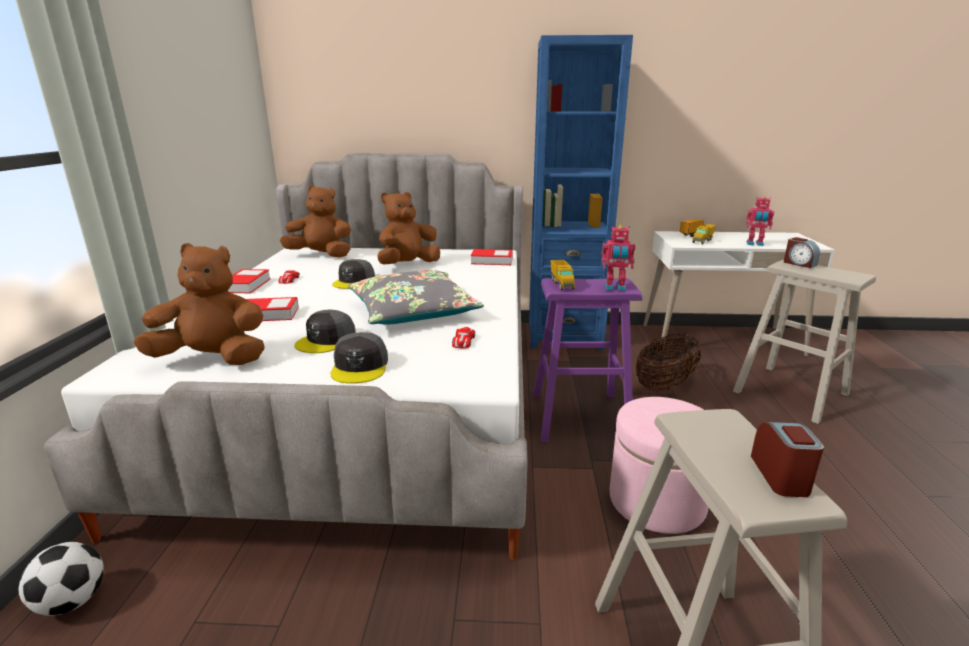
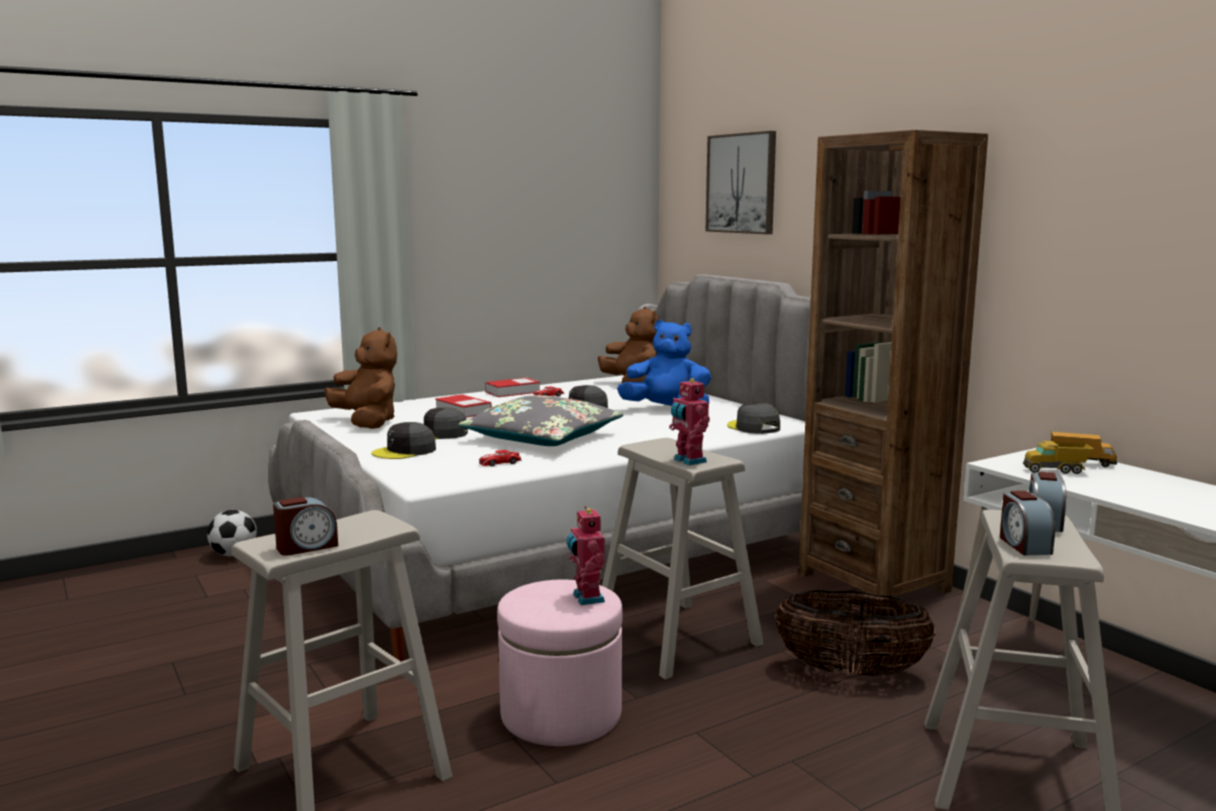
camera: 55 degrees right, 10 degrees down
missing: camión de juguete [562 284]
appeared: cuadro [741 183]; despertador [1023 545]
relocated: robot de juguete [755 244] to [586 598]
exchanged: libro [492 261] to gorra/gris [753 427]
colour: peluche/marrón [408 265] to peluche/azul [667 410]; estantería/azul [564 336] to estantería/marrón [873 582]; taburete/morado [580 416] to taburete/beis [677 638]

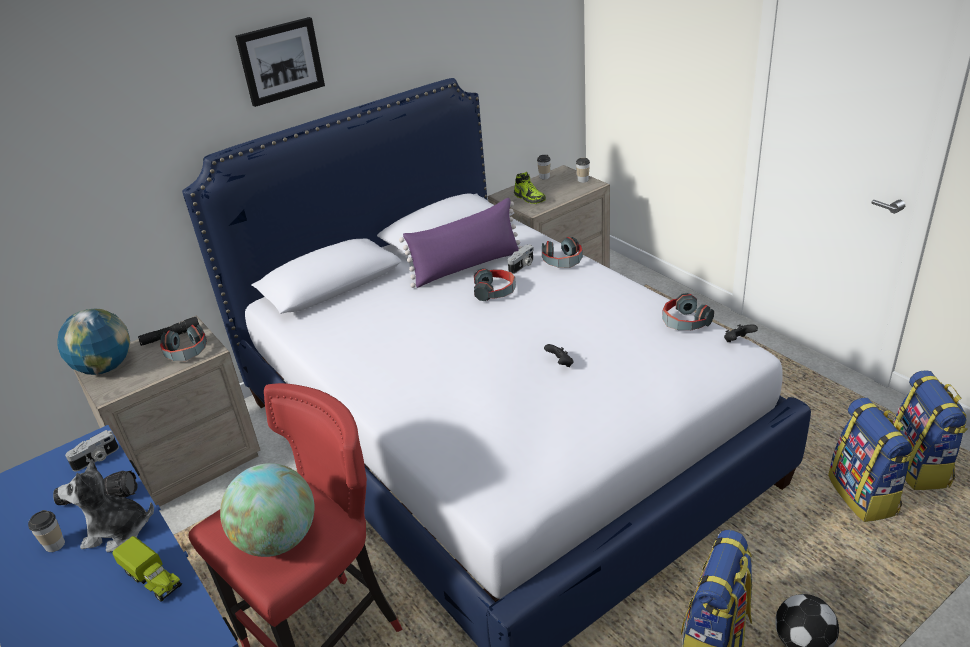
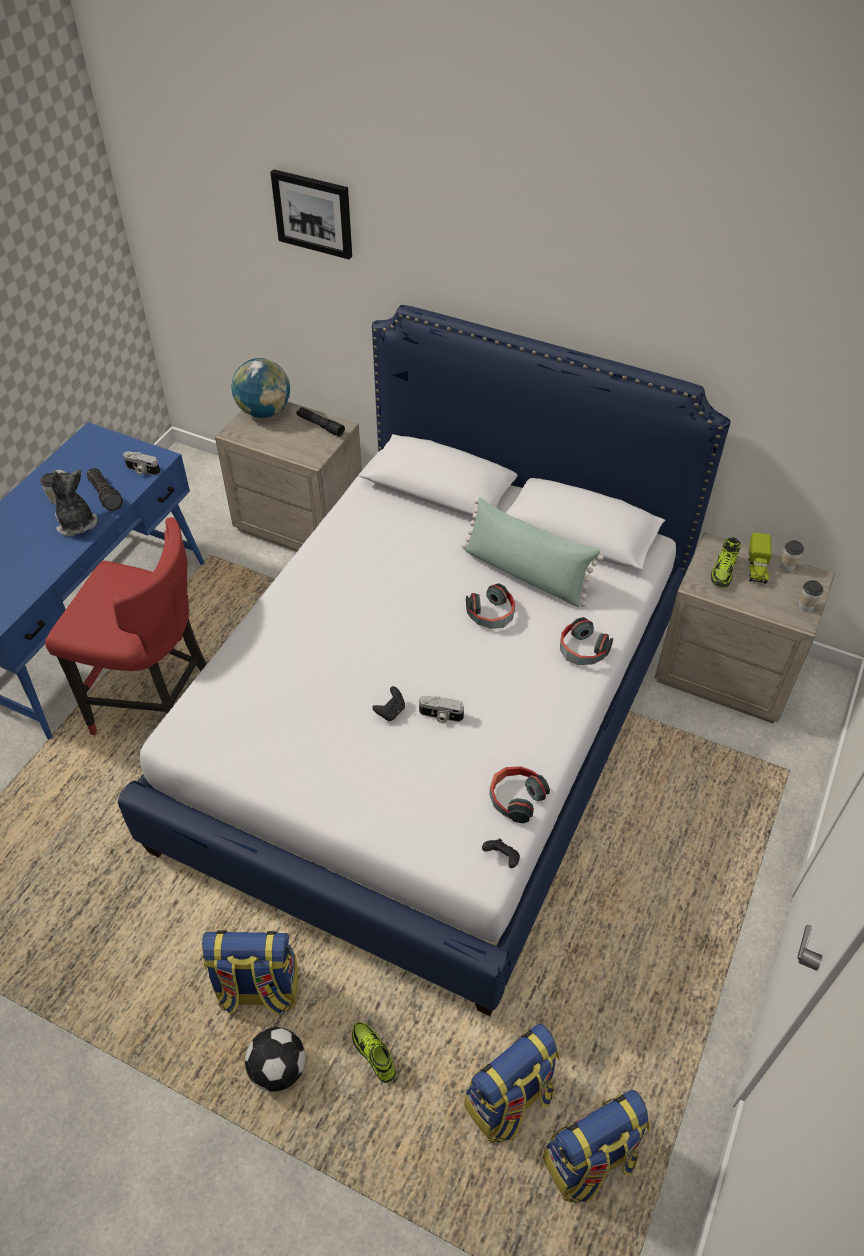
camera: 60 degrees right, 15 degrees up
missing: auriculares [186 352]; globo terráqueo [278 540]
appeared: zapato [373 1054]
relocated: camión de juguete [153 580] to [757 567]; cuadro [280 61] to [313 213]; cámara [522 266] to [440 716]
colour: cojín/morado [467 267] to cojín/verde [525 574]

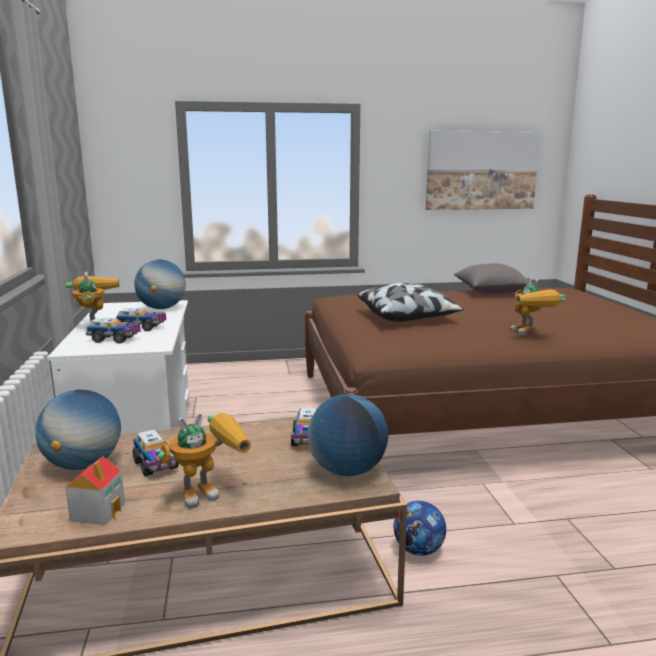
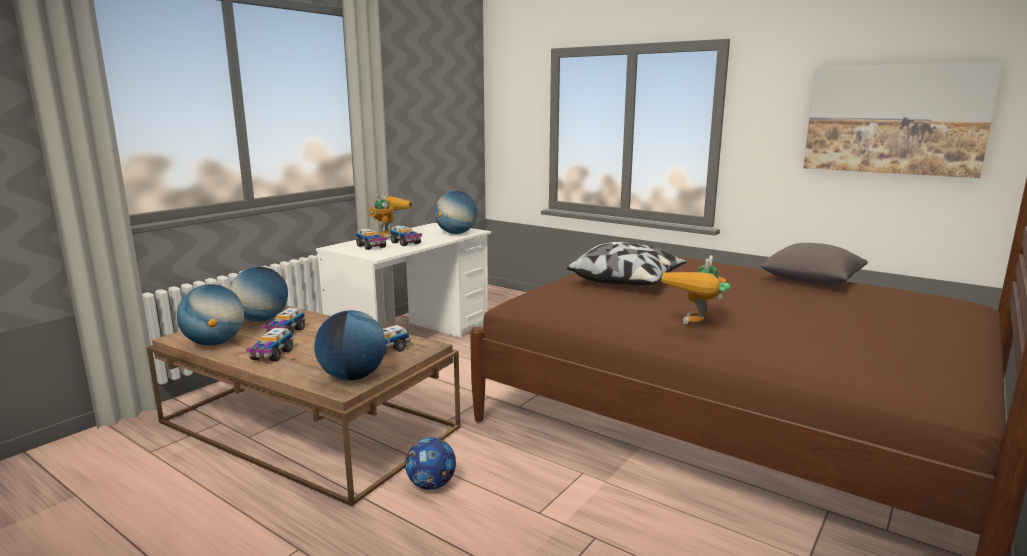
camera: 45 degrees right, 0 degrees up
exchanged: casita [98 511] to globo terráqueo [215 343]; robot de juguete [210 491] to camión de juguete [271 355]

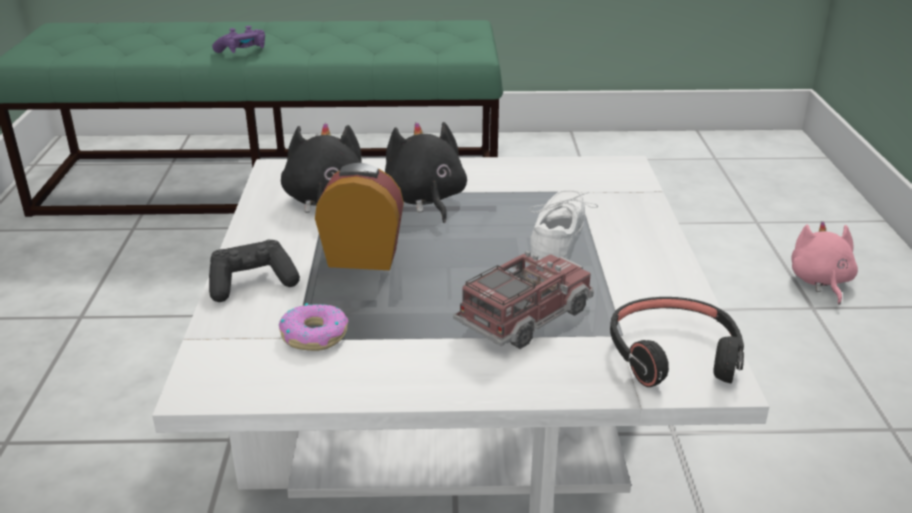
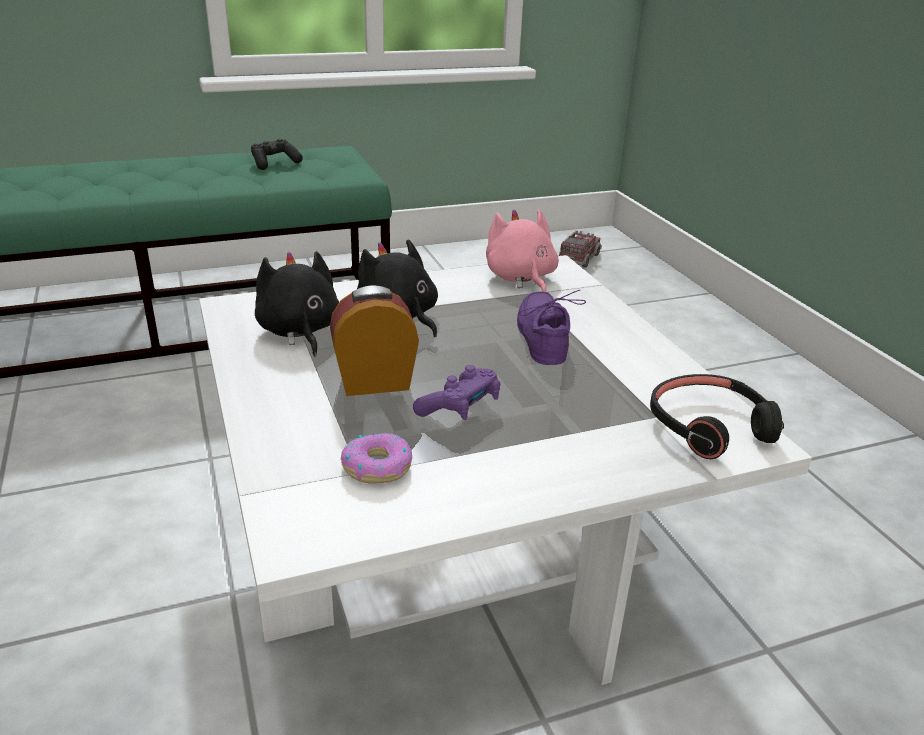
camera: 20 degrees left, 0 degrees up
relocated: mando de consola/negro [252 283] to [274 163]; mando de consola/morado [243 52] to [460 407]; camión de juguete [525 317] to [579 258]; peluche/rosa [820 281] to [520 278]
colour: zapato/blanco [562 238] to zapato/morado [547 337]

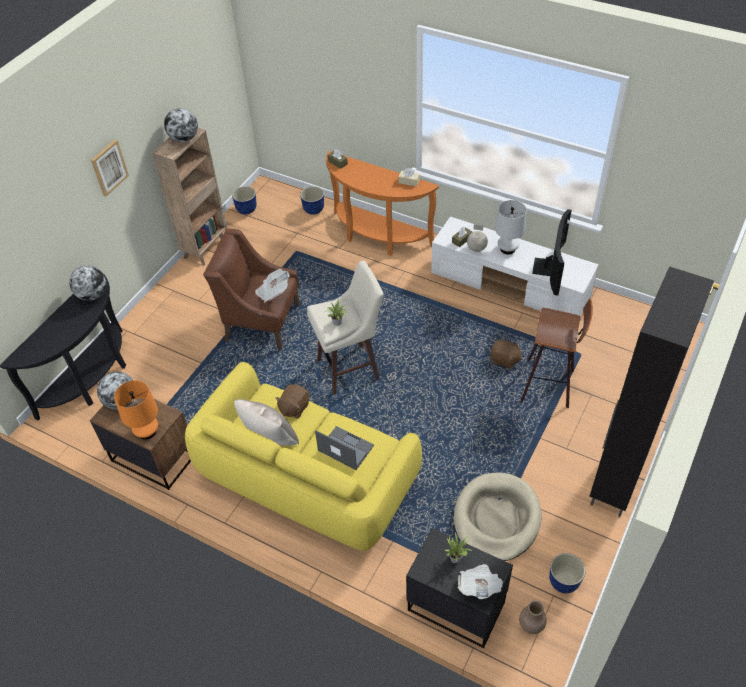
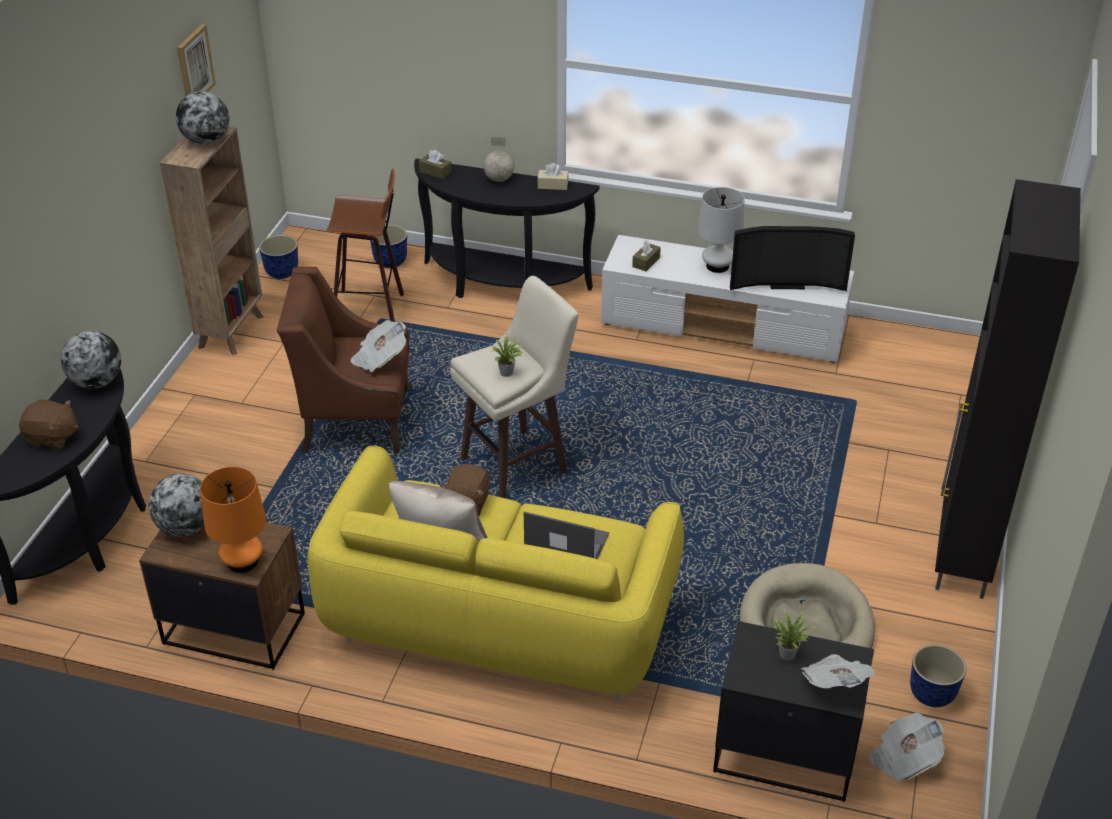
camera: 15 degrees left, 10 degrees down
relocated: cuadro [109 167] to [194 65]; globo terráqueo [476 248] to [499 179]; peluche/marrón [504 360] to [52 438]; taburete [549 384] to [371 312]
exchanged: florero/marrón [531 625] to periódico [903 759]
colour: mesa consola/naranja [377 237] to mesa consola/negro [501 287]
spun: televisor [549 268] = [786 283] 90 degrees clockwise

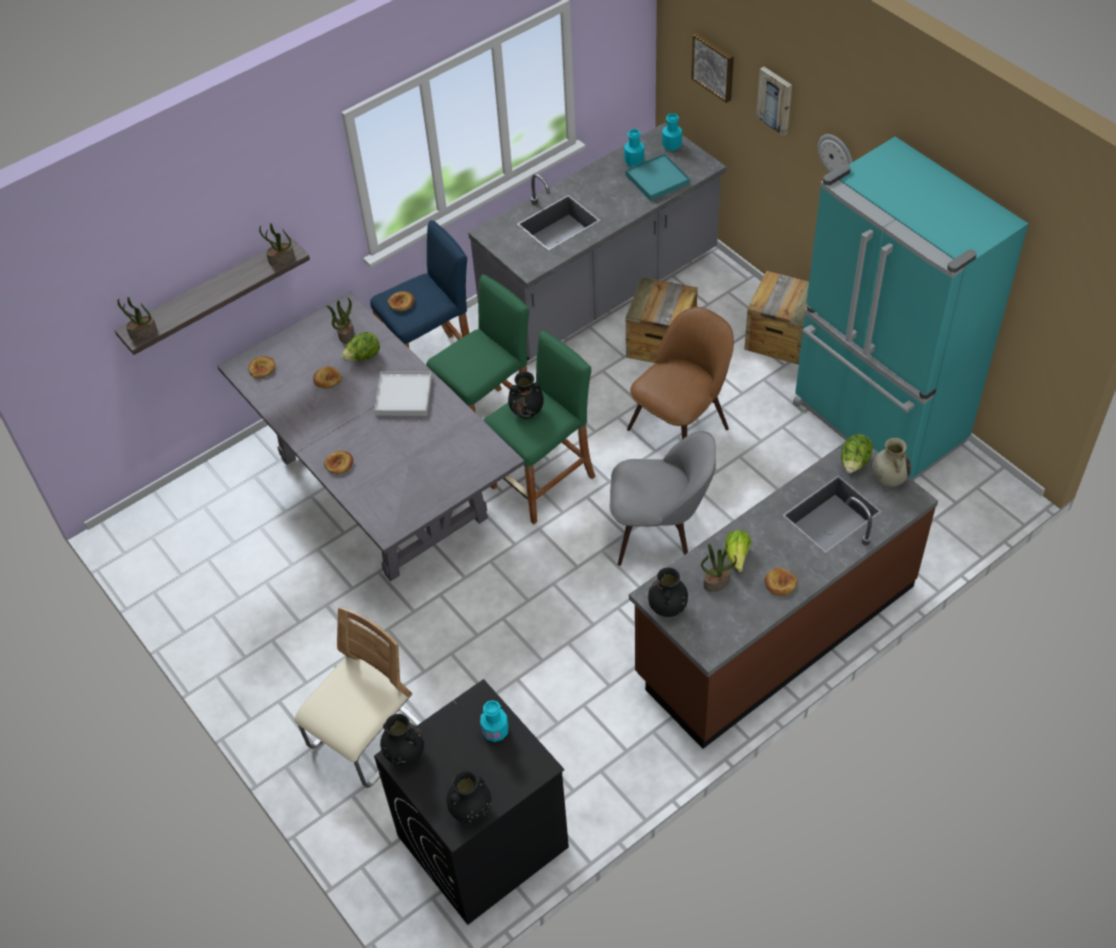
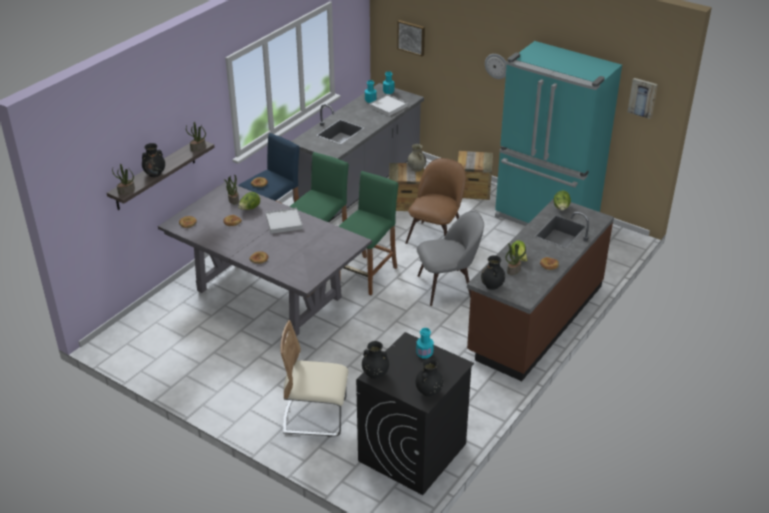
camera: 20 degrees left, 15 degrees down
relocated: florero/negro [527 411] to [155 173]; cuadro [775 100] to [643 97]; florero/beis [888 478] to [416 169]
colour: bandeja/turquesa [657 180] to bandeja/blanco [388 107]
spun: silla/beis [366 739] = [315 417] 105 degrees counterclockwise

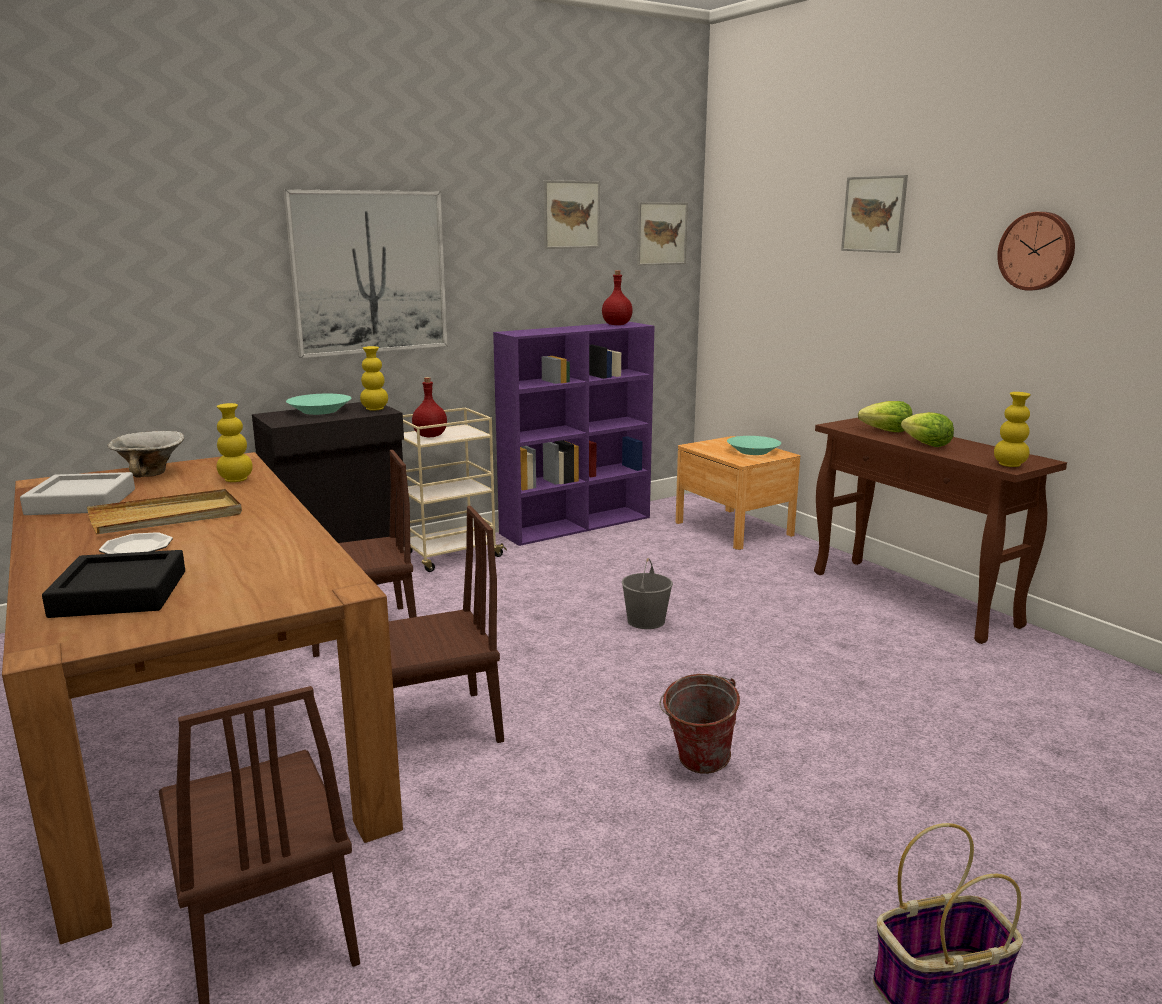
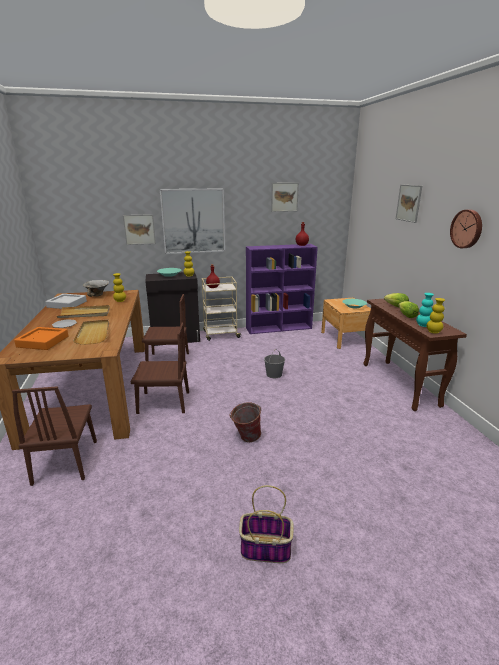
camera: 20 degrees right, 5 degrees up
appeared: bandeja/beis [93 333]; florero/turquesa [423 325]
relocated: cuadro [661 233] to [139 229]
colour: bandeja/negro [120 593] to bandeja/naranja [43 341]

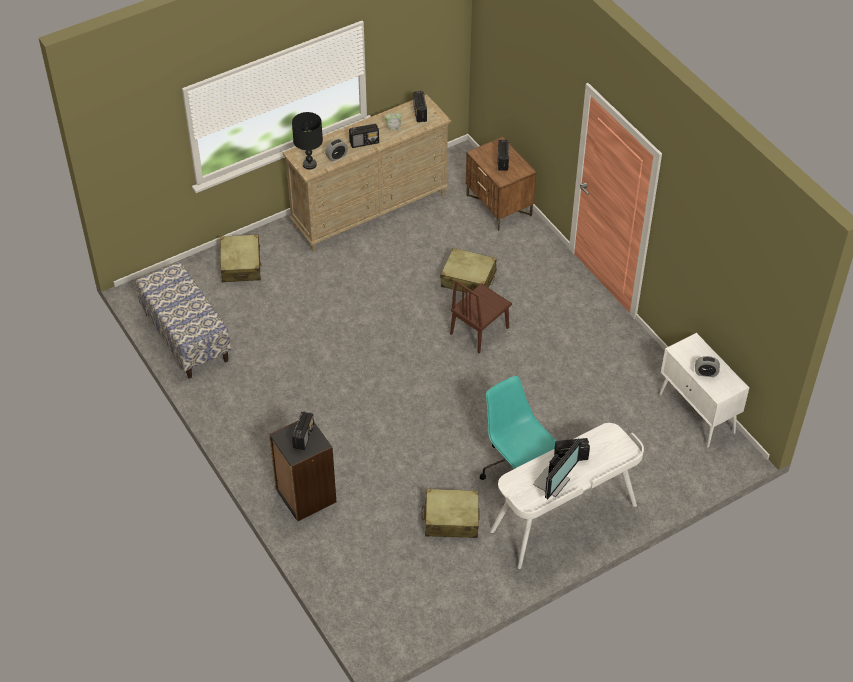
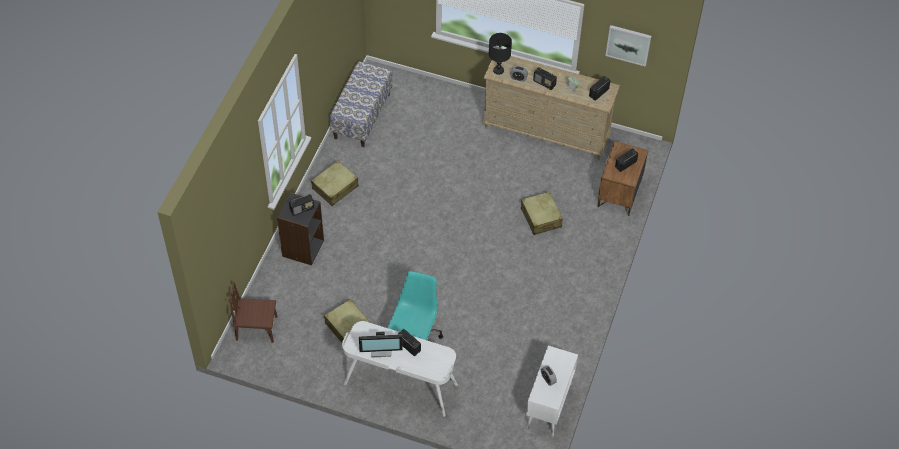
camera: 50 degrees right, 5 degrees up
appeared: cuadro [628 44]
relocated: maleta/beis [241 265] to [335 187]; silla/marrón [479 330] to [256 328]

